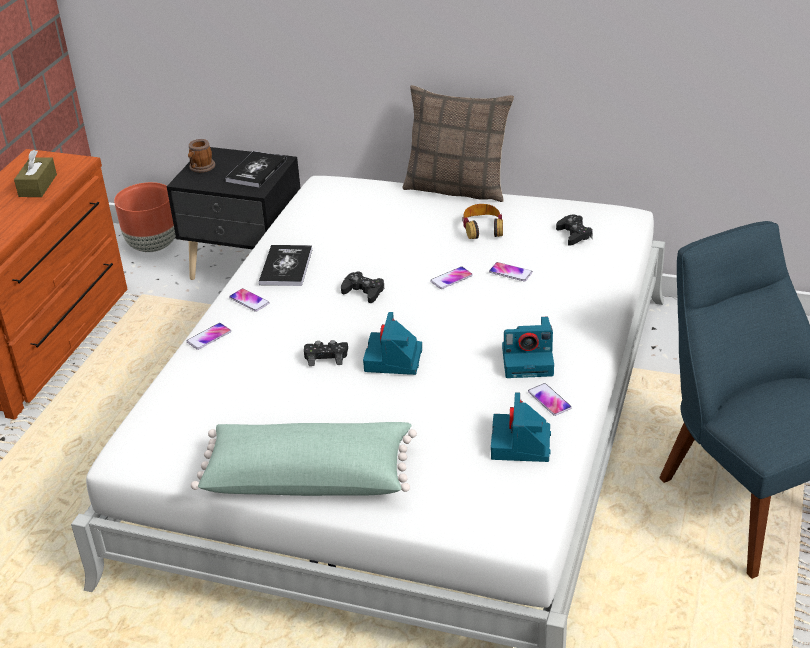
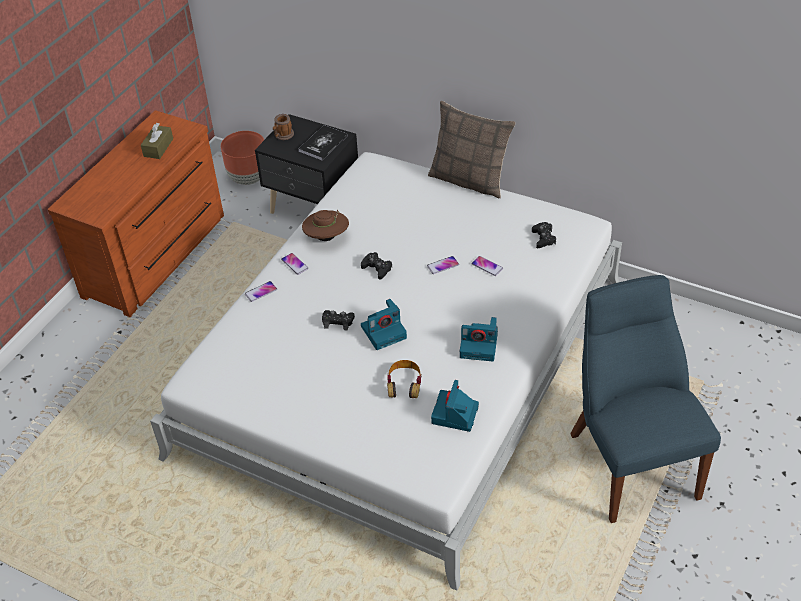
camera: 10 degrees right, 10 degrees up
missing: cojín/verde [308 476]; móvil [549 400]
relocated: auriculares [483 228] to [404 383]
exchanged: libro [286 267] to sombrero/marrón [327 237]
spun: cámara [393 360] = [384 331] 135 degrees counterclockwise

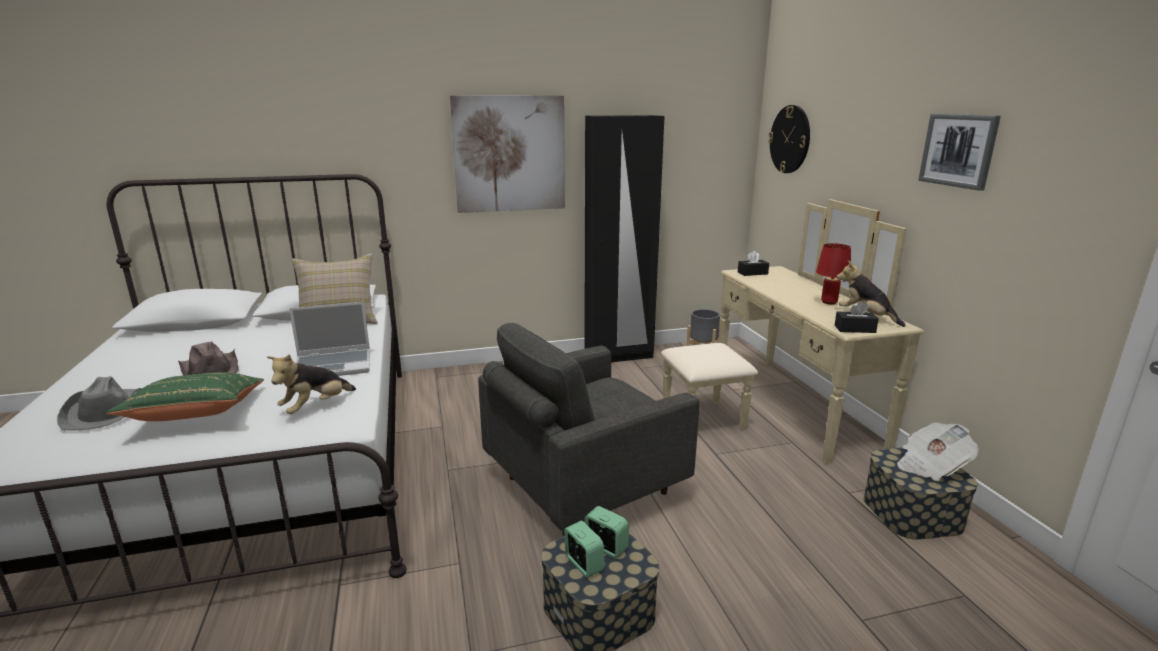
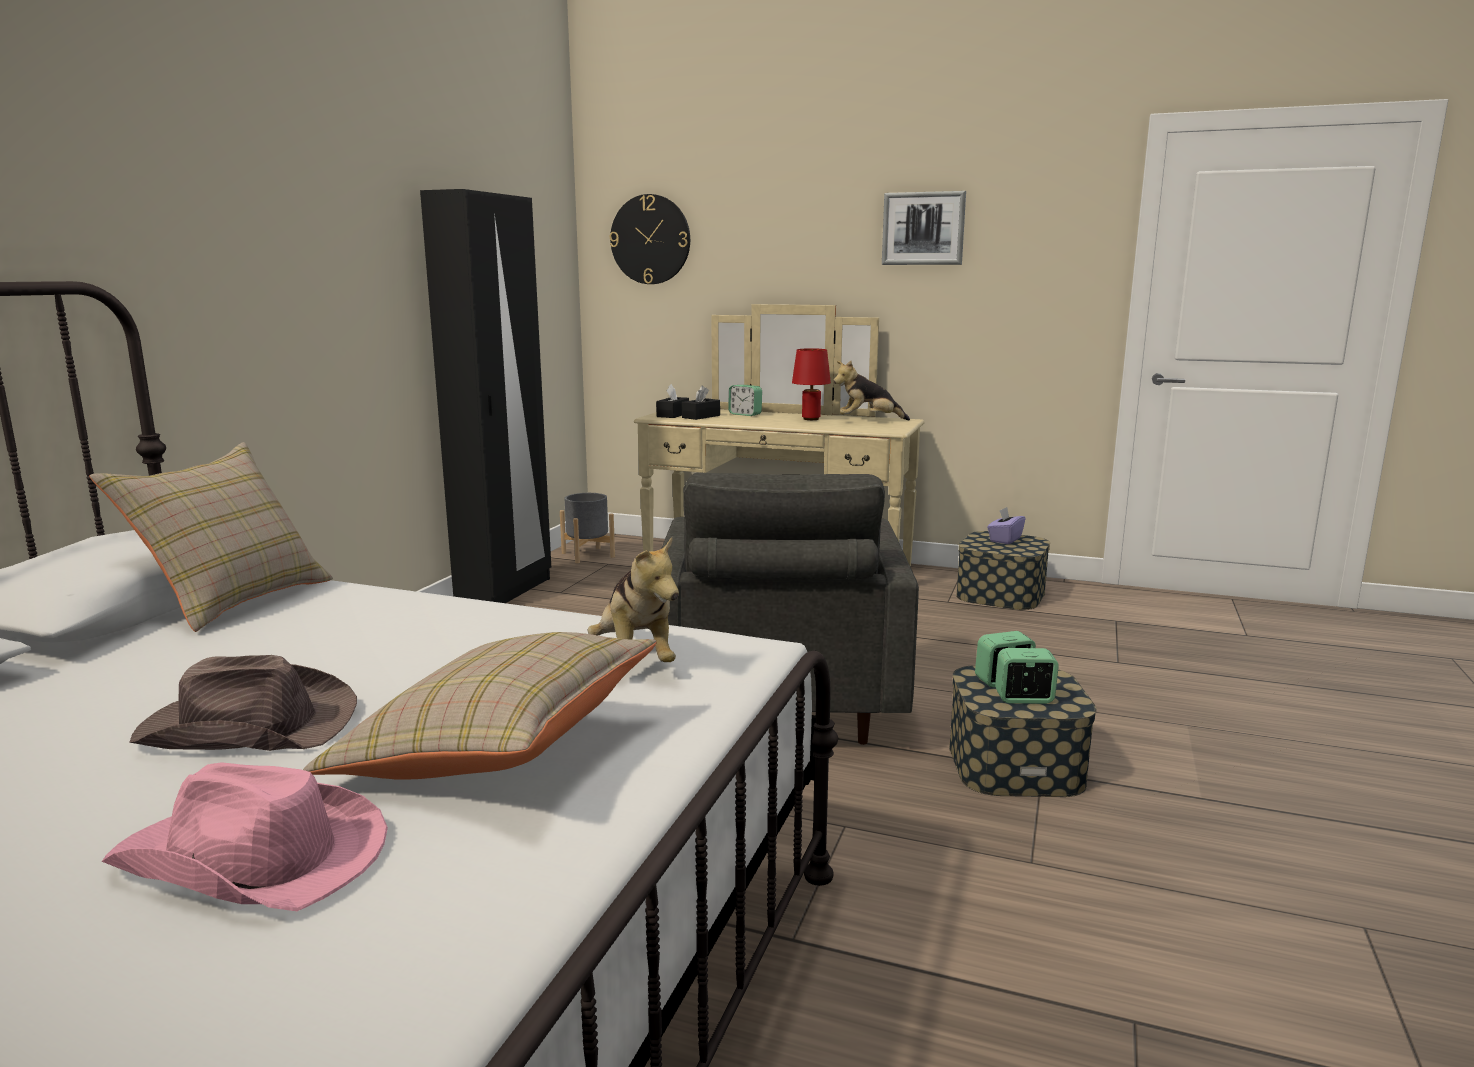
camera: 55 degrees left, 5 degrees down
missing: portátil [334 365]; cuadro [509 154]
appeared: despertador [745 414]
relocated: caja de pañuelos/negro [854 329] to [701 416]
exchanged: periódico [931 466] to caja de pañuelos/morado [1004 539]
colour: sombrero/gris [104 411] to sombrero/rosa [252 859]; cojín/verde [197 416] to cojín/beis [496 752]

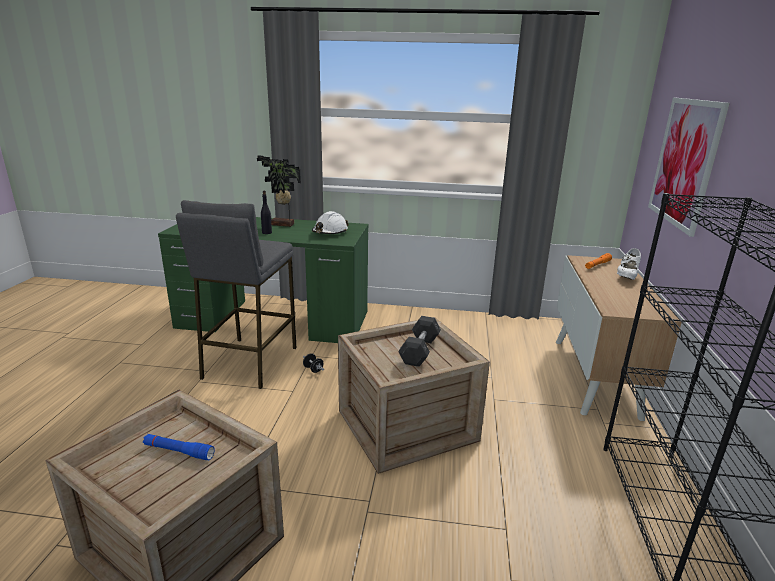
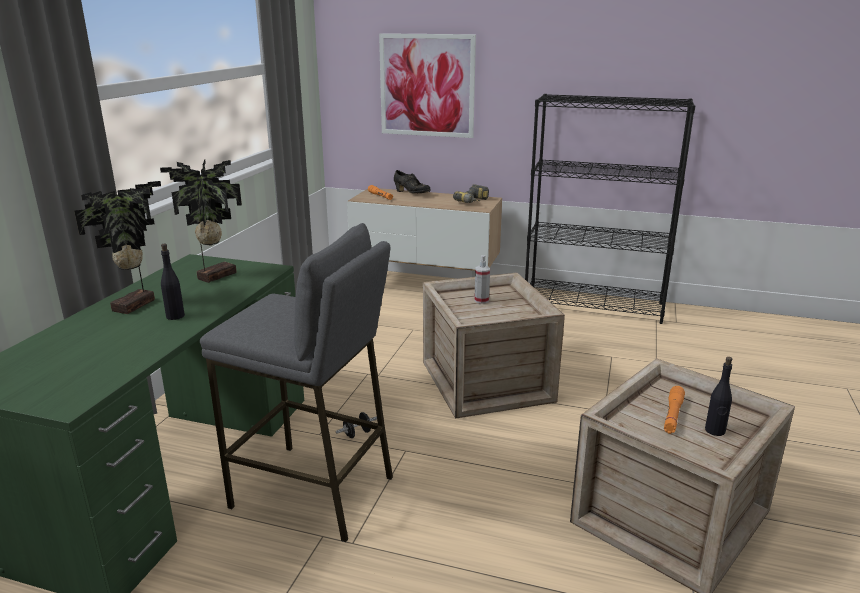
camera: 80 degrees left, 0 degrees up
appeared: taladro [474 202]; botella/negro [715 431]
exchanged: casco/blanco [330 232] to planta en maceta [214 275]; mancuerna/gris [419 350] to pulverizador [481 300]
colour: linterna/azul [178 451] to linterna/naranja [672 415]; zapato/blanco [627 276] to zapato/negro [411 193]

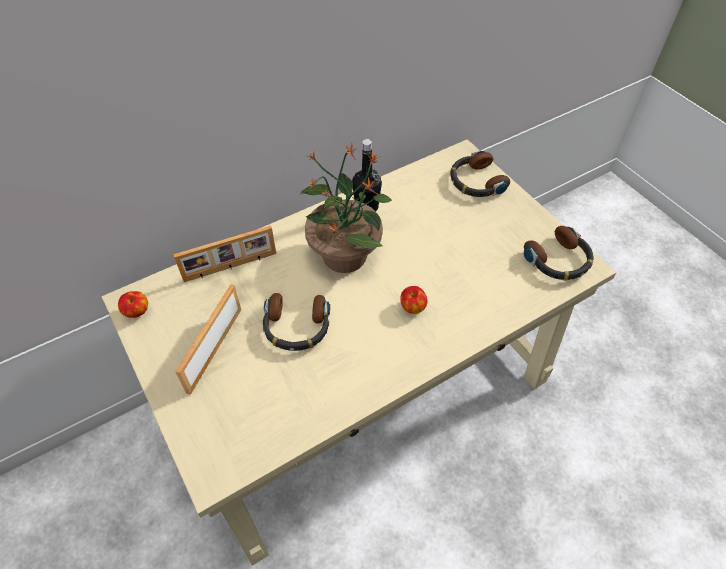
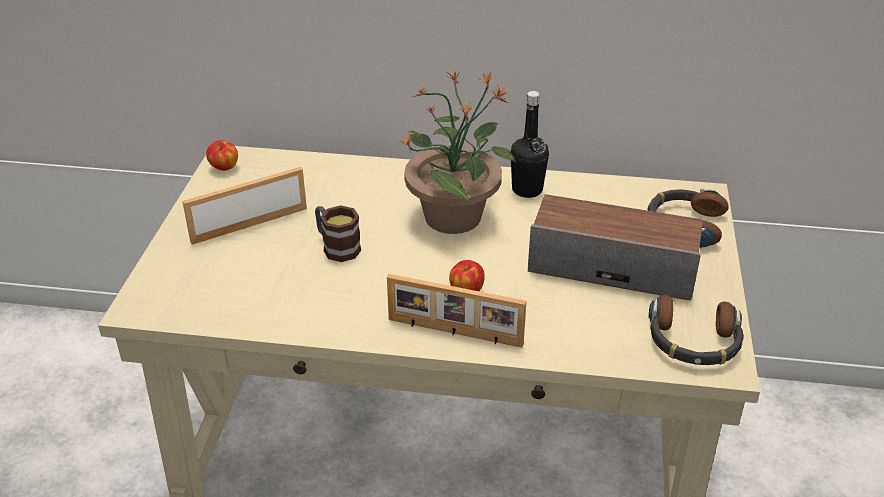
camera: 40 degrees right, 15 degrees down
appeared: altavoz [612 267]
relocated: portarretratos [230 267] to [454 333]
exchanged: auriculares [296 327] to taza grande [336 246]

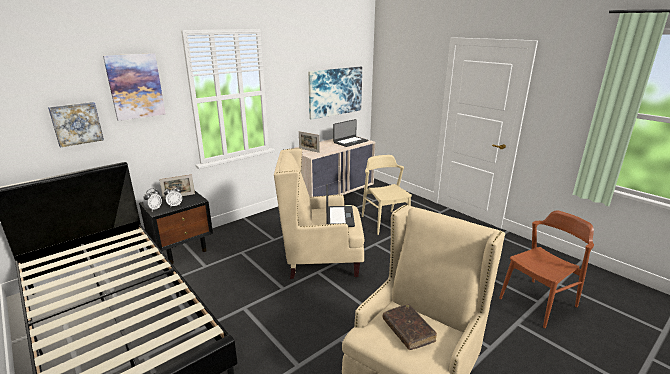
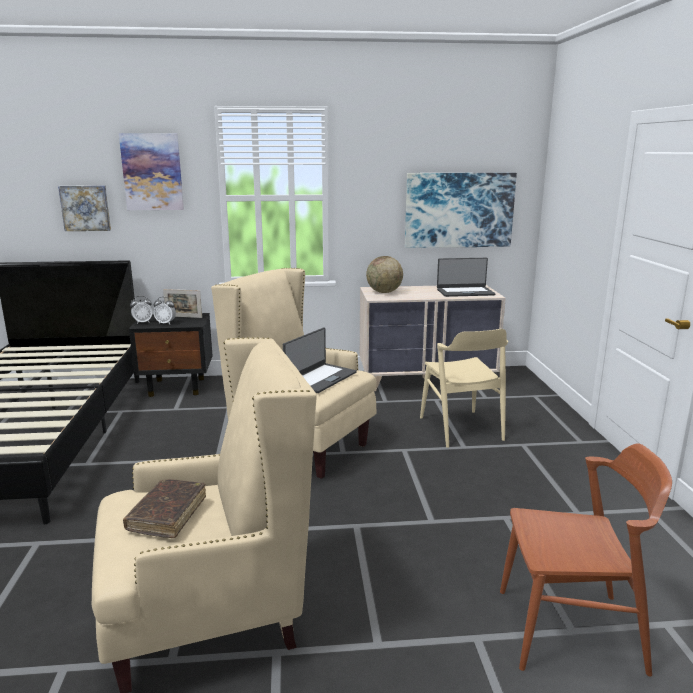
camera: 35 degrees right, 5 degrees down
exchanged: portarretratos [309 150] to globo terráqueo [384 292]
spun: silla/beis [385 222] = [461 428] 150 degrees clockwise

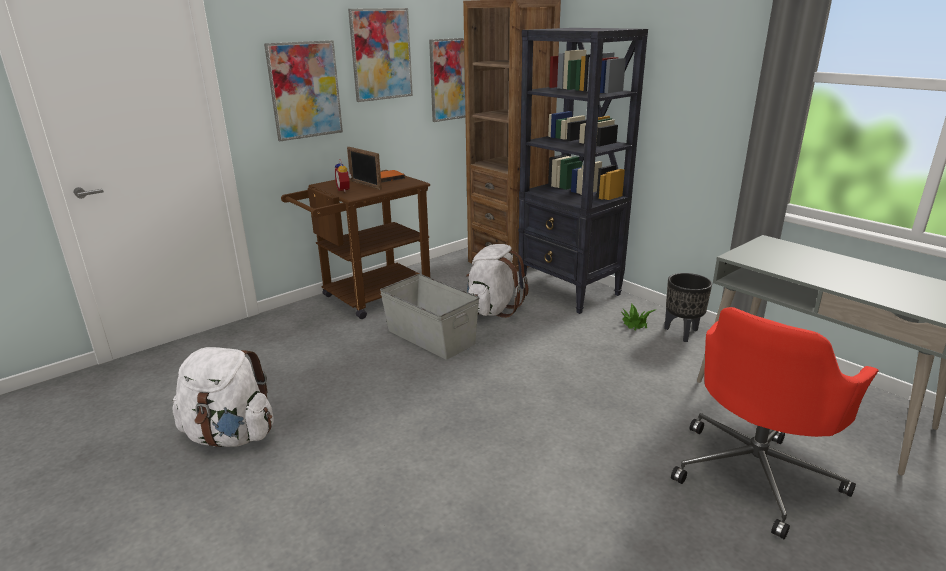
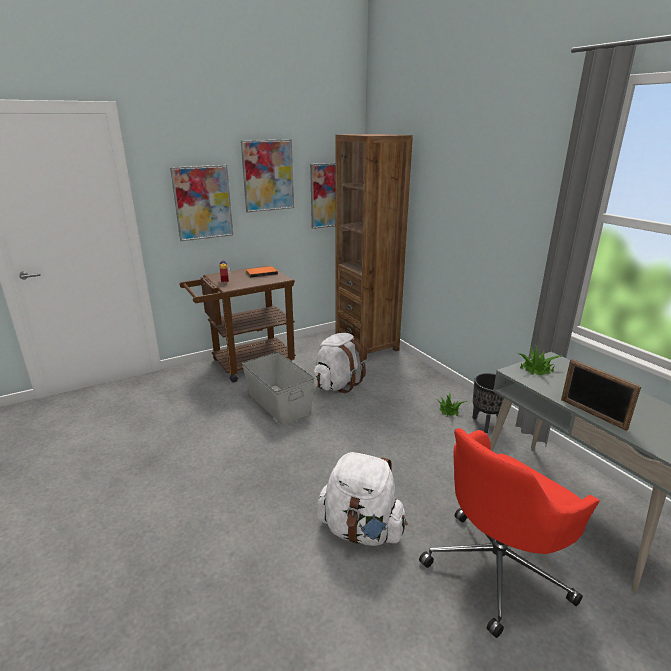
camera: 10 degrees right, 0 degrees up
missing: estantería/negro [569 291]
appeared: planta en maceta [536 368]
relocated: mochila/blanco [230 435] to [361 530]; portarretratos [365 185] to [592 414]

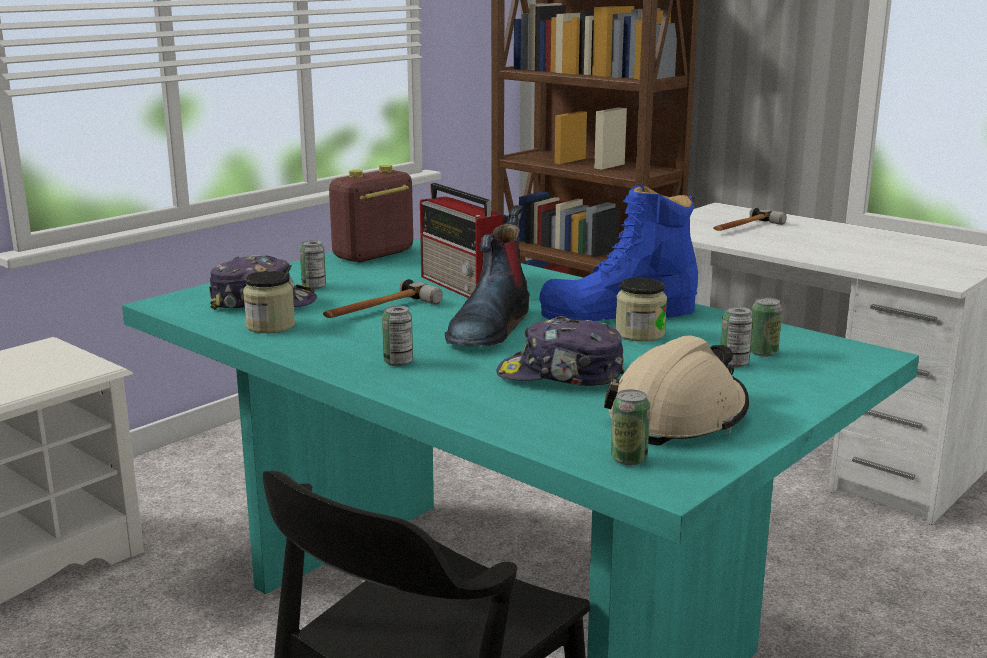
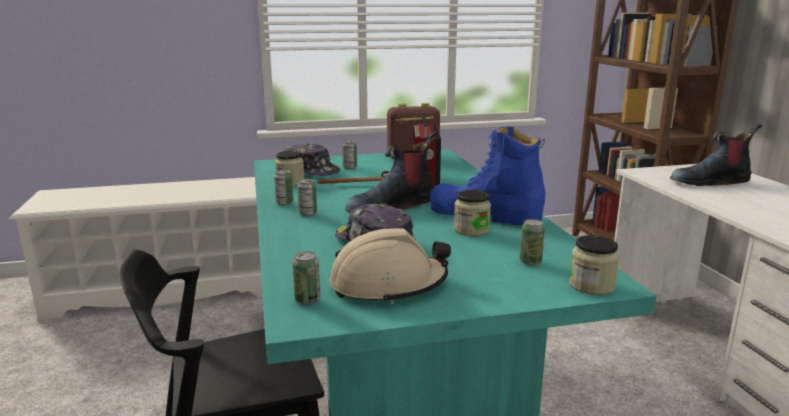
camera: 35 degrees right, 0 degrees up
appeared: tarro [591 285]
relocated: lata [734 363] to [284 203]
exchanged: martillo [745 227] to bota [709 181]

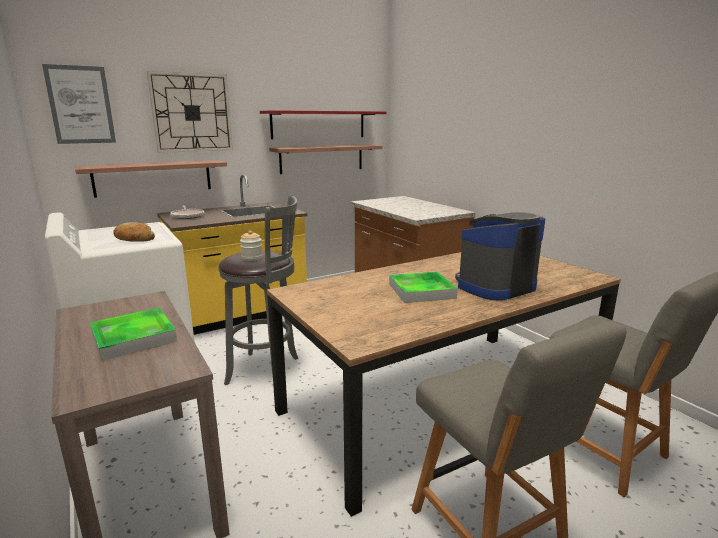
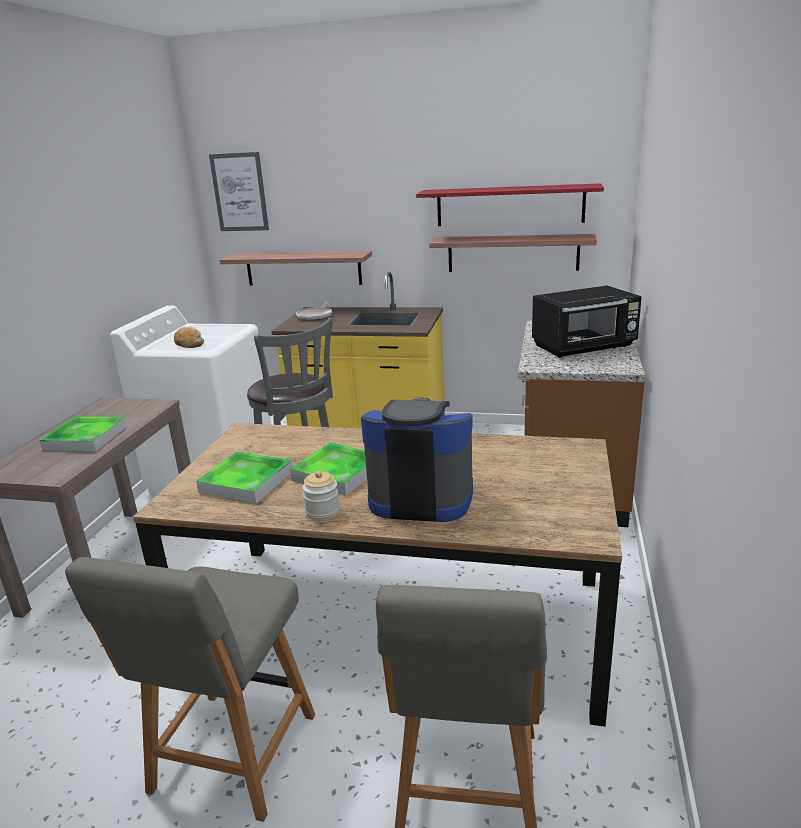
camera: 45 degrees right, 5 degrees up
missing: reloj de pared [192 113]
appeared: bandeja [246 481]; microondas/negro [584 347]
relocated: tarro [252 258] to [322 512]

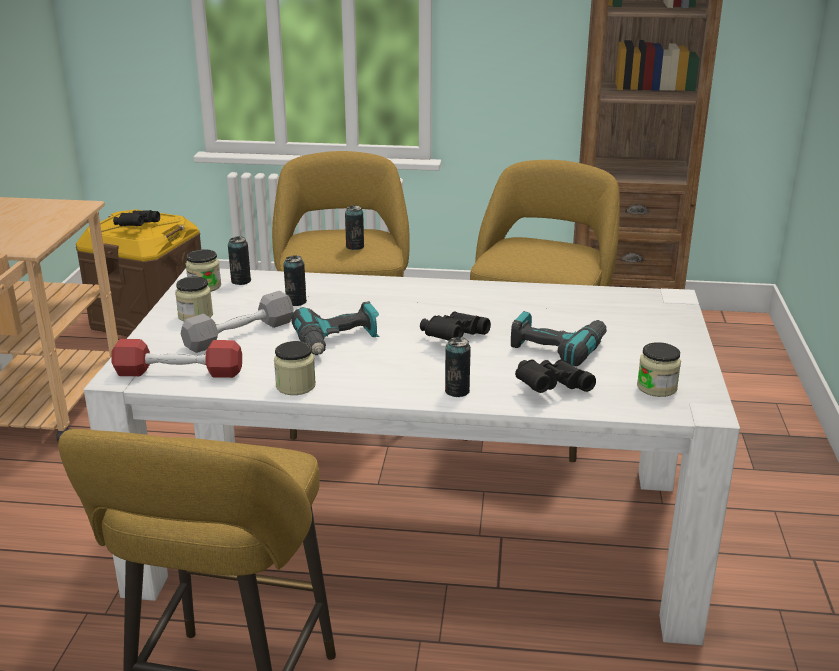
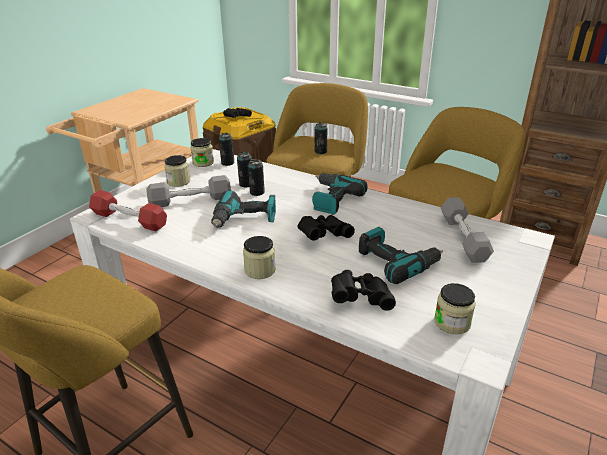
camera: 25 degrees right, 5 degrees up
appeared: taladro [332 199]; mancuerna/gris [463 238]
relocated: tarro [295 386] to [260 270]; lata [457 391] to [257 192]

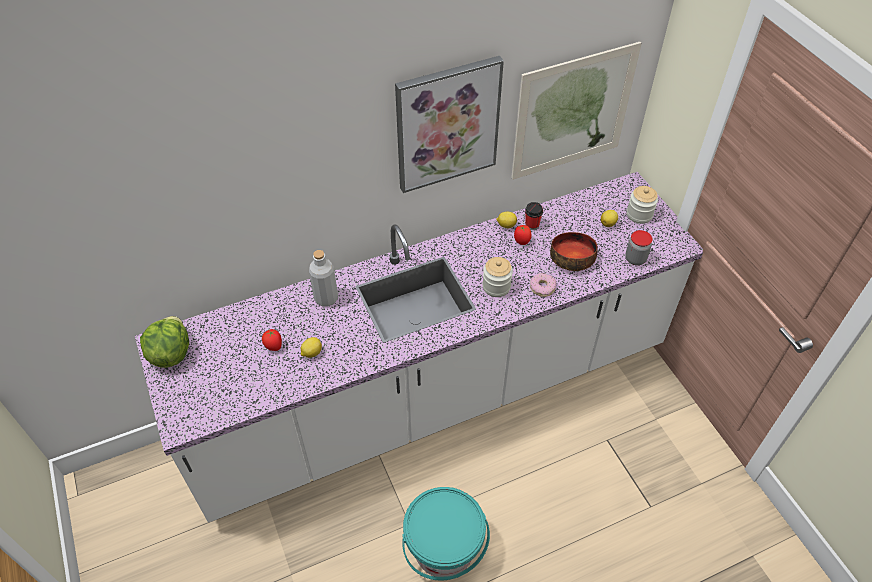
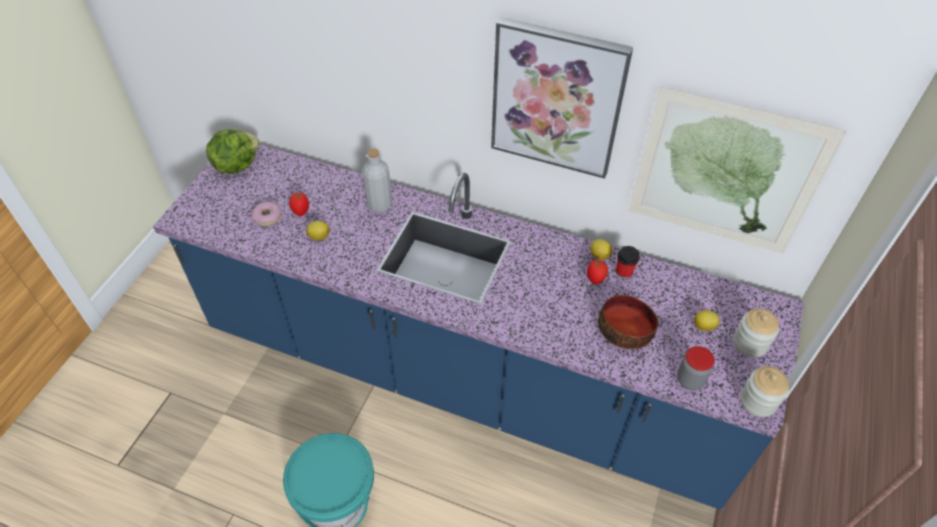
camera: 45 degrees right, 0 degrees up
relocated: tarro [496 287] to [758 401]; rosquilla [542 287] to [267 217]
colour: mueble bajo de cocina/blanco [436 395] to mueble bajo de cocina/azul [467 378]

